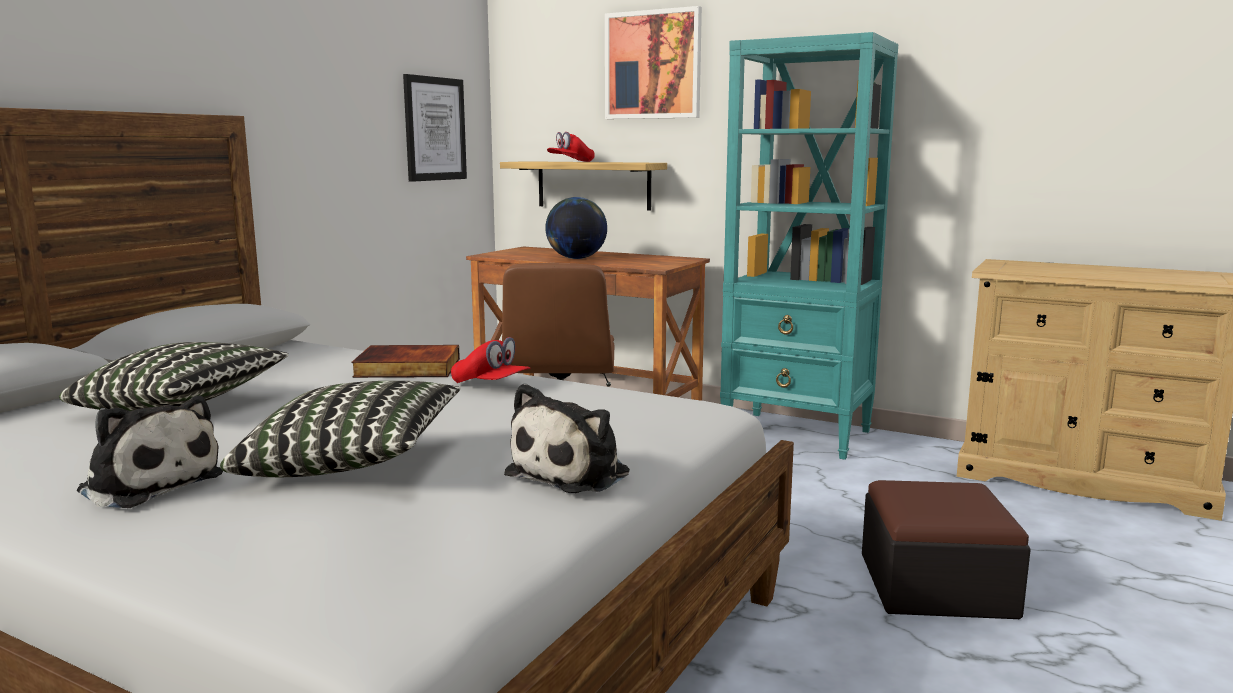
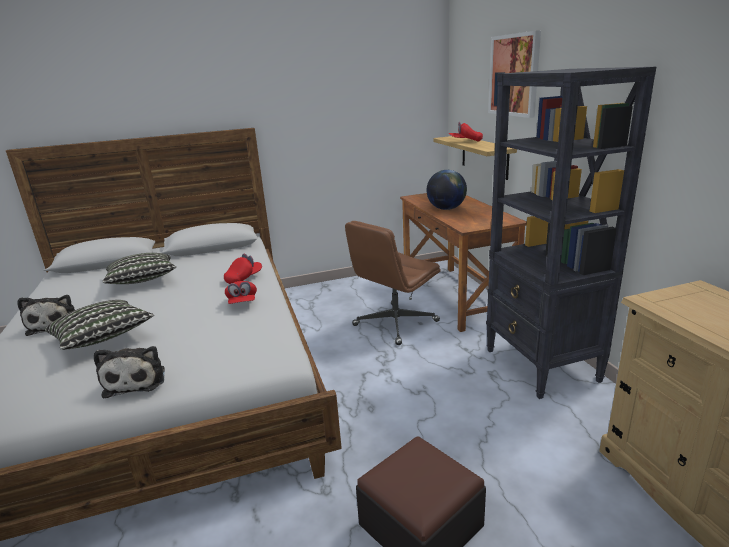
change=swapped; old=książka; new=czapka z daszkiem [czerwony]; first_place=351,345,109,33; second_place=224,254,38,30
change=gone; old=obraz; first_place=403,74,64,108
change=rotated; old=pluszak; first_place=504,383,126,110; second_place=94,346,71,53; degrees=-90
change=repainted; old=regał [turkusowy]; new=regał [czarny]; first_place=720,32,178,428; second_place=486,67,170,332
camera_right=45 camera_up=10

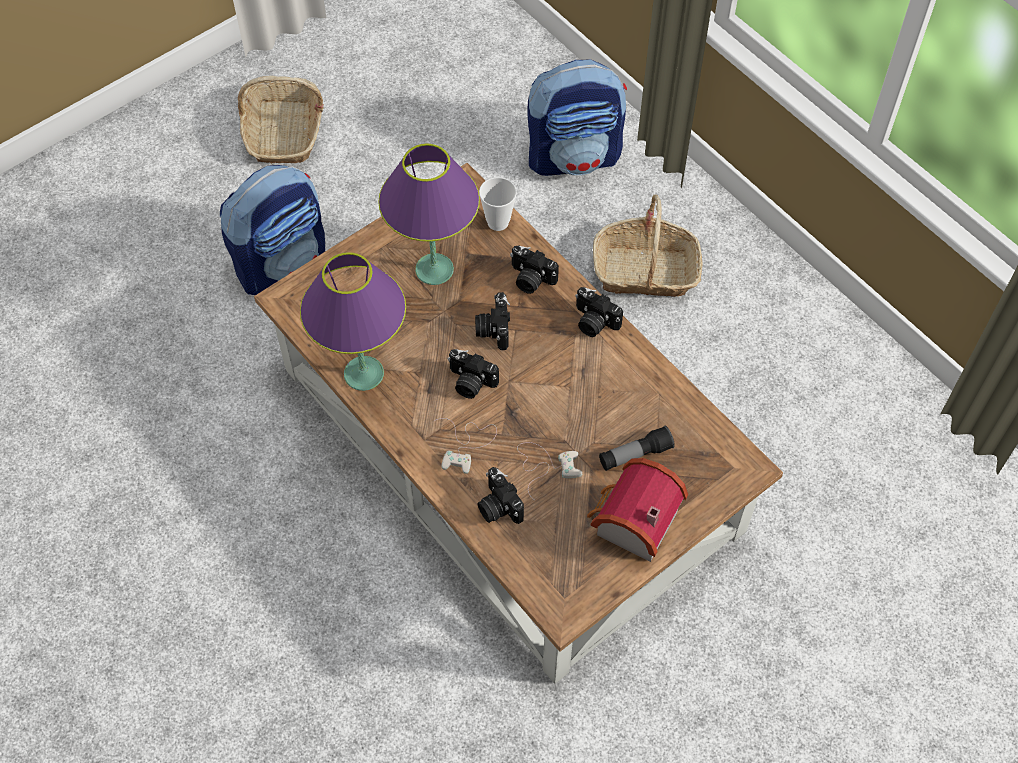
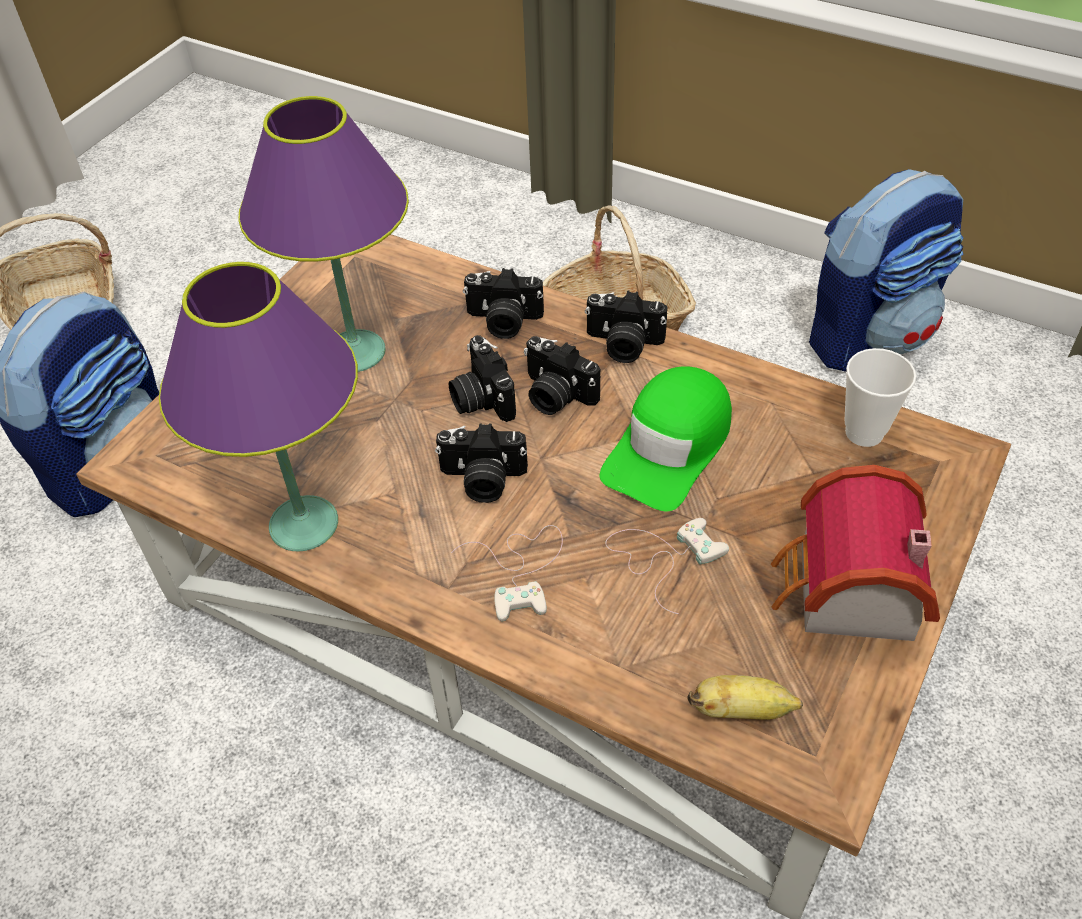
change=shifted; old=aparat fotograficzny; first_place=478,467,46,57; second_place=524,336,76,79
change=shifted; old=filiżanka; first_place=479,177,38,54; second_place=845,348,71,99
change=shifted; old=plecak; first_place=528,60,99,116; second_place=809,169,154,203
change=gone; old=latarka; first_place=599,426,76,45
change=new; new=czapka z daszkiem [zielony]; second_place=600,366,132,146
change=new; new=banan; second_place=687,675,116,45
camera_right=-20 camera_up=-10

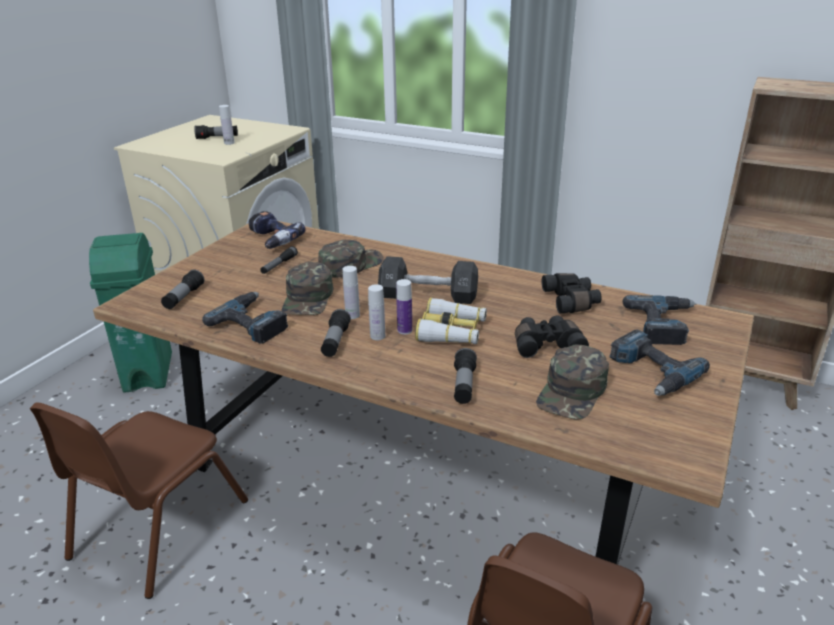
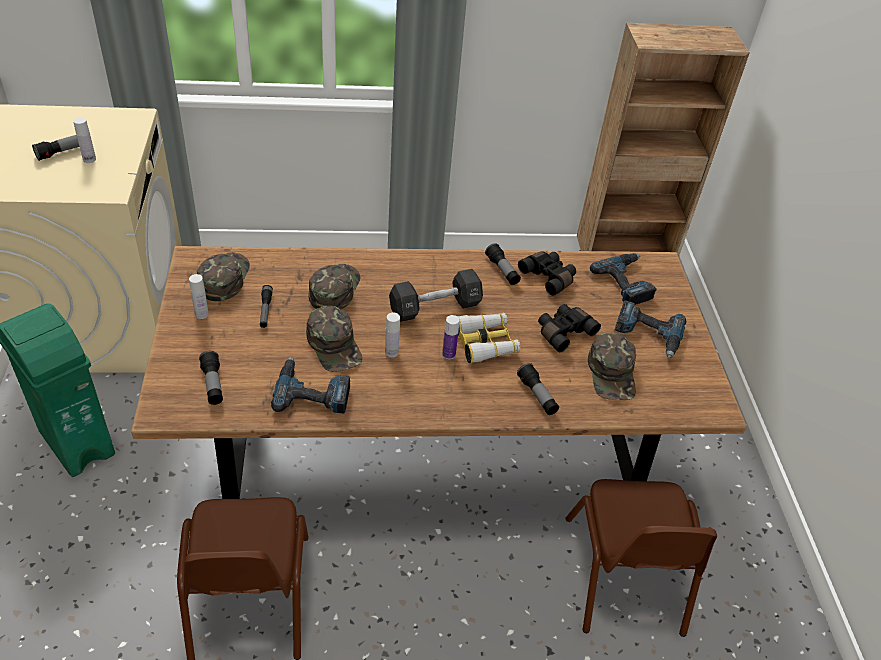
change=swapped; old=wiertarka; new=czapka z daszkiem [zielony]; first_place=249,211,57,38; second_place=197,252,53,49
change=shifted; old=latarka; first_place=321,309,30,48; second_place=485,243,36,42
change=shifted; old=butelka [biały]; first_place=368,284,17,56; second_place=189,274,20,45
camera_right=-35 camera_up=15

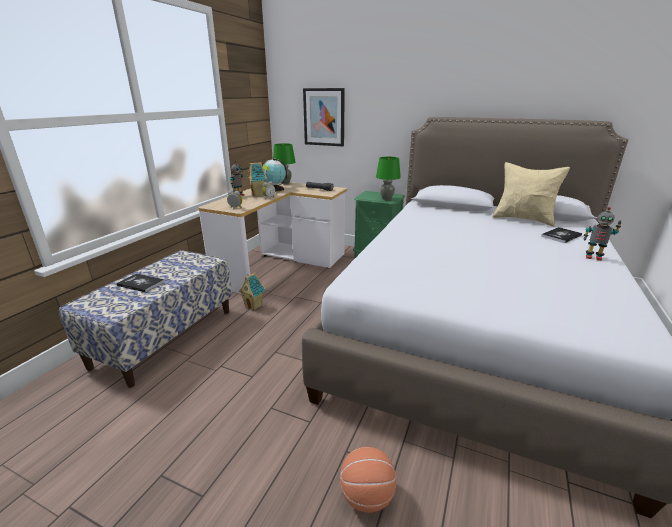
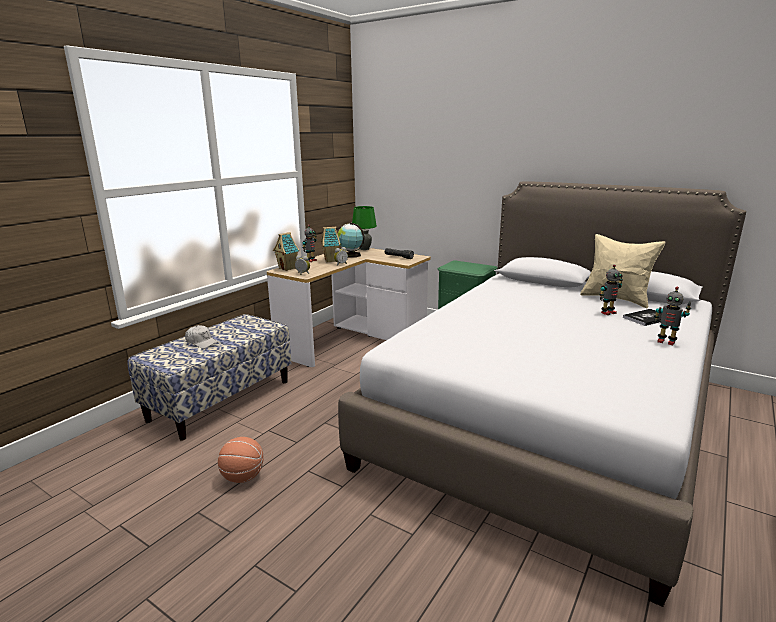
change=swapped; old=książka; new=czapka z daszkiem [biały]; first_place=116,273,49,20; second_place=185,325,34,24
change=shifted; old=domek; first_place=239,272,26,38; second_place=273,232,26,39
change=gone; old=obraz; first_place=303,88,42,58
change=shifted; old=piłka do koszykówki; first_place=340,447,56,66; second_place=218,437,46,46
change=gone; old=lampa stołowa [zielony]; first_place=376,157,25,44
change=new; new=robot zabawkowy; second_place=599,264,24,51
camera_right=10 camera_up=-5

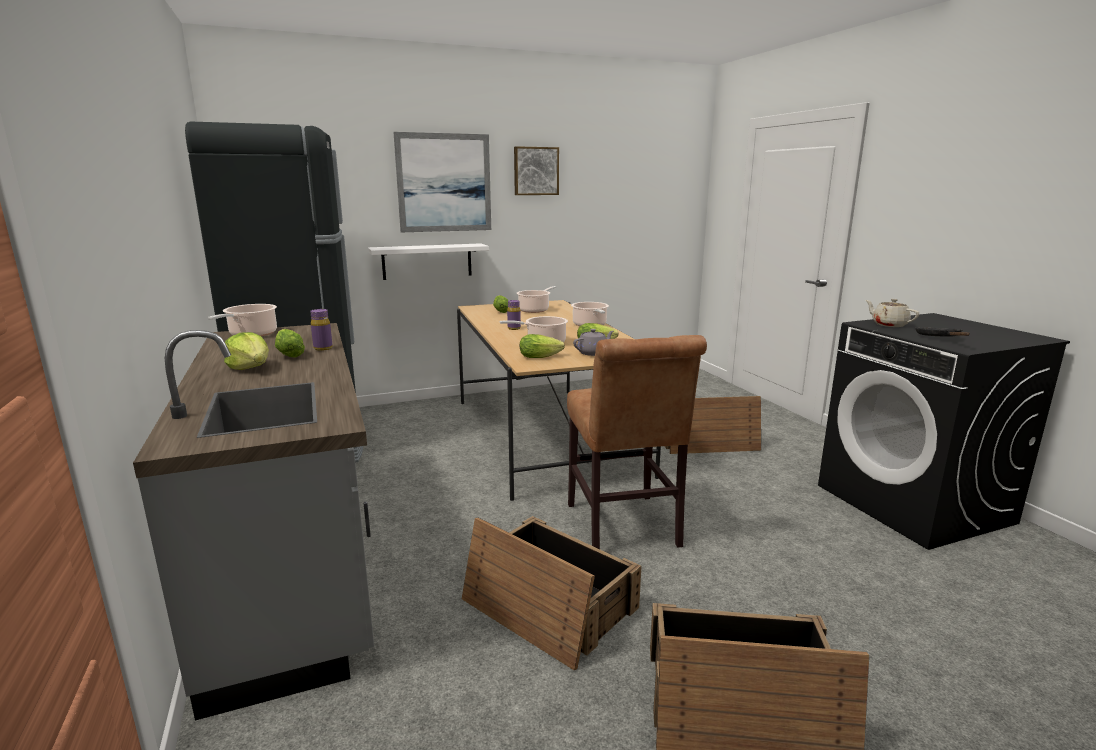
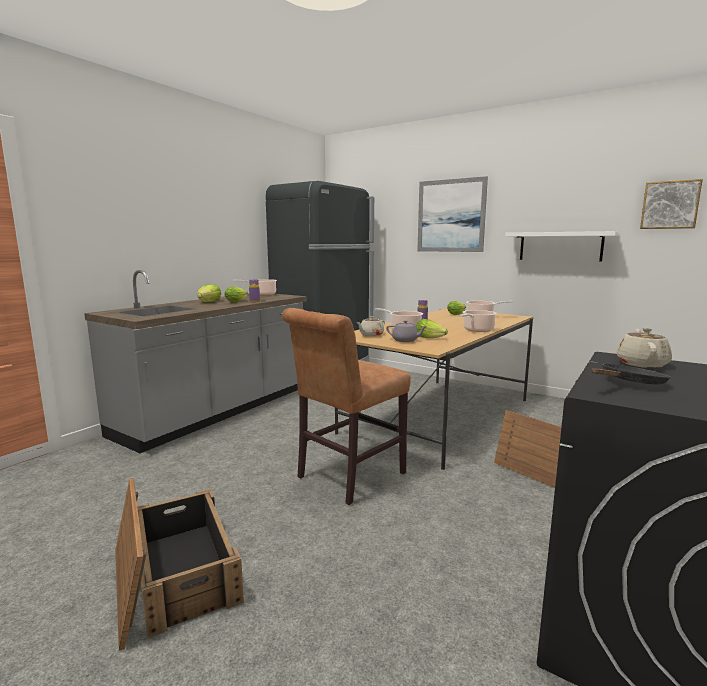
change=shifted; old=półka [biały]; first_place=368,243,121,37; second_place=505,231,113,30
change=gone; old=skrzynka; first_place=462,516,179,155
change=shifted; old=obraz; first_place=514,146,45,49; second_place=640,179,63,50
change=swapped; old=sałata; new=imbryk [beżowy]; first_place=520,334,45,24; second_place=356,316,29,20
camera_right=55 camera_up=-5

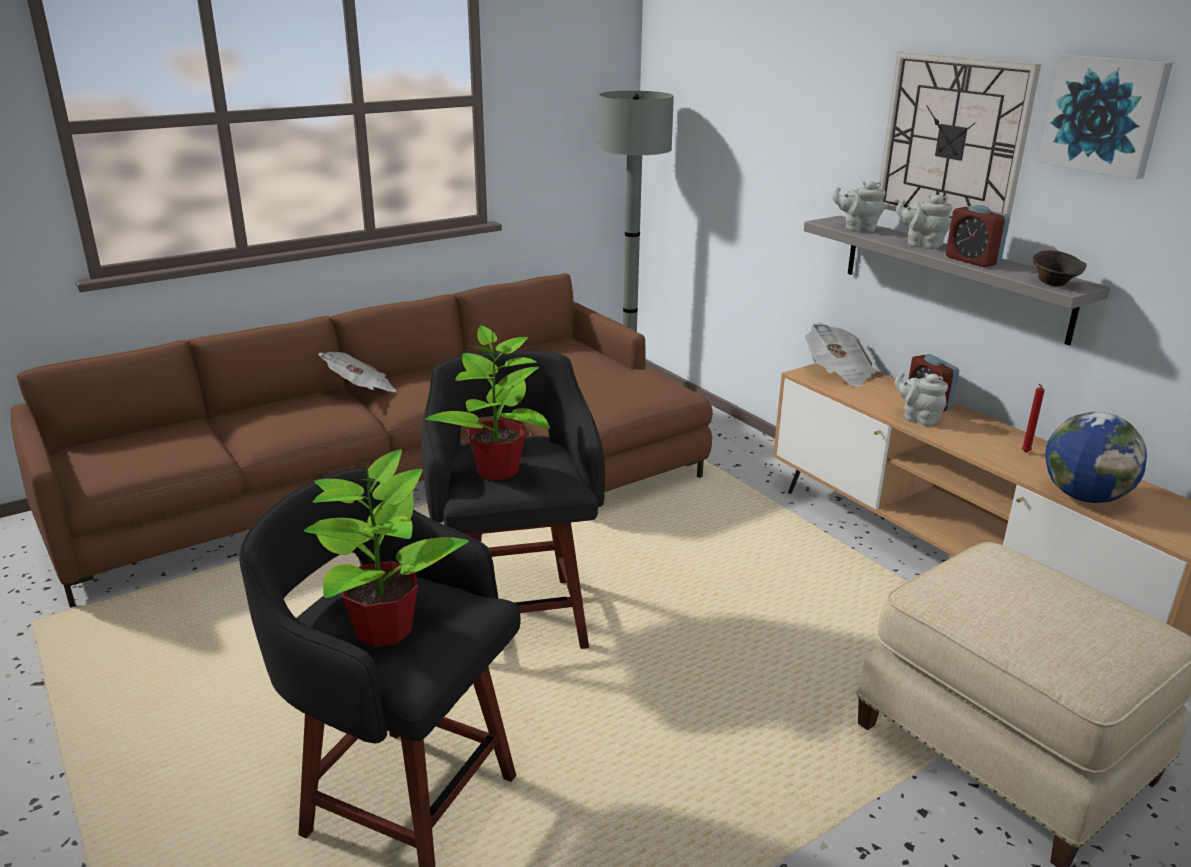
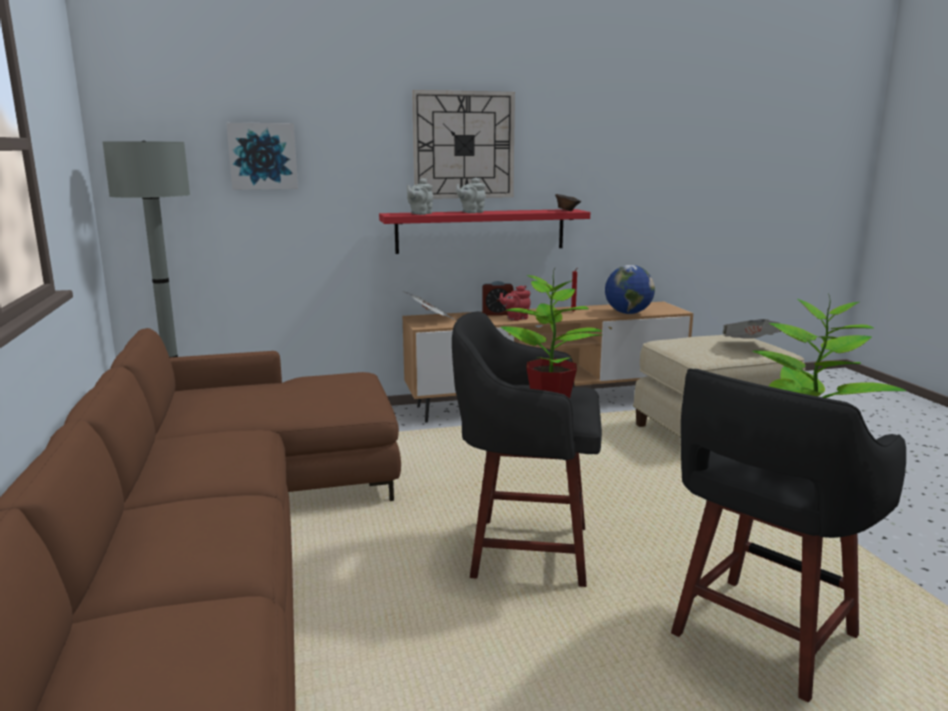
change=shifted; old=gazeta; first_place=318,352,78,40; second_place=723,319,58,20
change=repainted; old=półka [szary]; new=półka [czerwony]; first_place=804,216,306,129; second_place=379,209,211,45
change=repainted; old=imbryk [szary]; new=imbryk [czerwony]; first_place=894,372,54,54; second_place=499,285,32,36
change=gone; old=budzik; first_place=946,205,64,62
change=shifted; old=obraz; first_place=1038,54,135,125; second_place=227,123,71,67
camera_right=-70 camera_up=-10

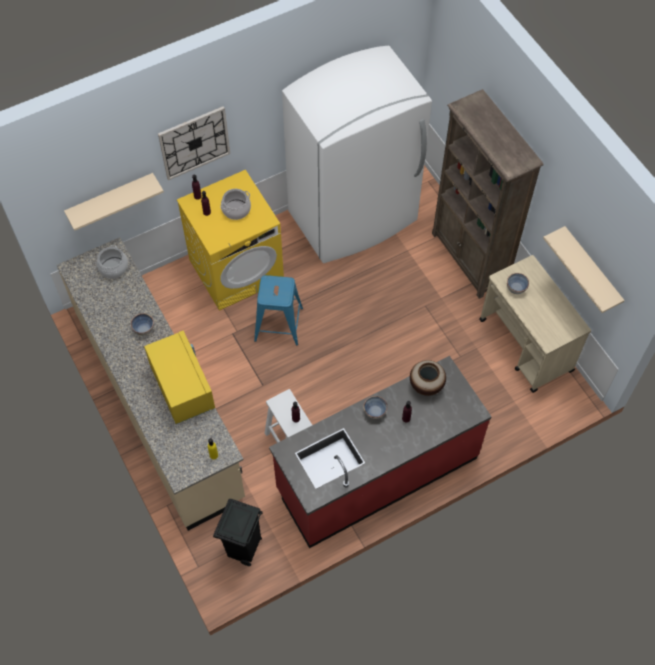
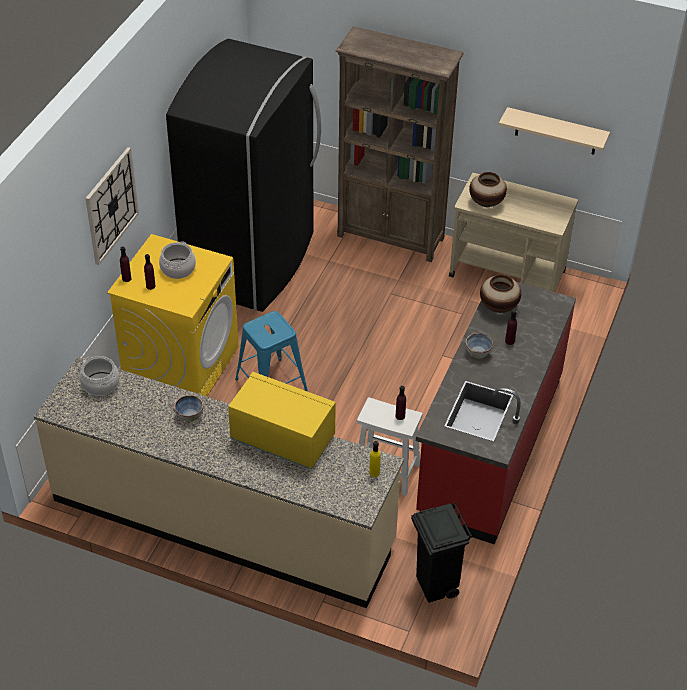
change=gone; old=półka [beżowy]; first_place=64,173,100,58
change=repainted; old=lodówka [biały]; new=lodówka [czarny]; first_place=282,45,150,218; second_place=166,39,155,273
change=swapped; old=miska; new=wazon; first_place=507,273,22,21; second_place=469,172,38,35
camera_right=-40 camera_up=-15

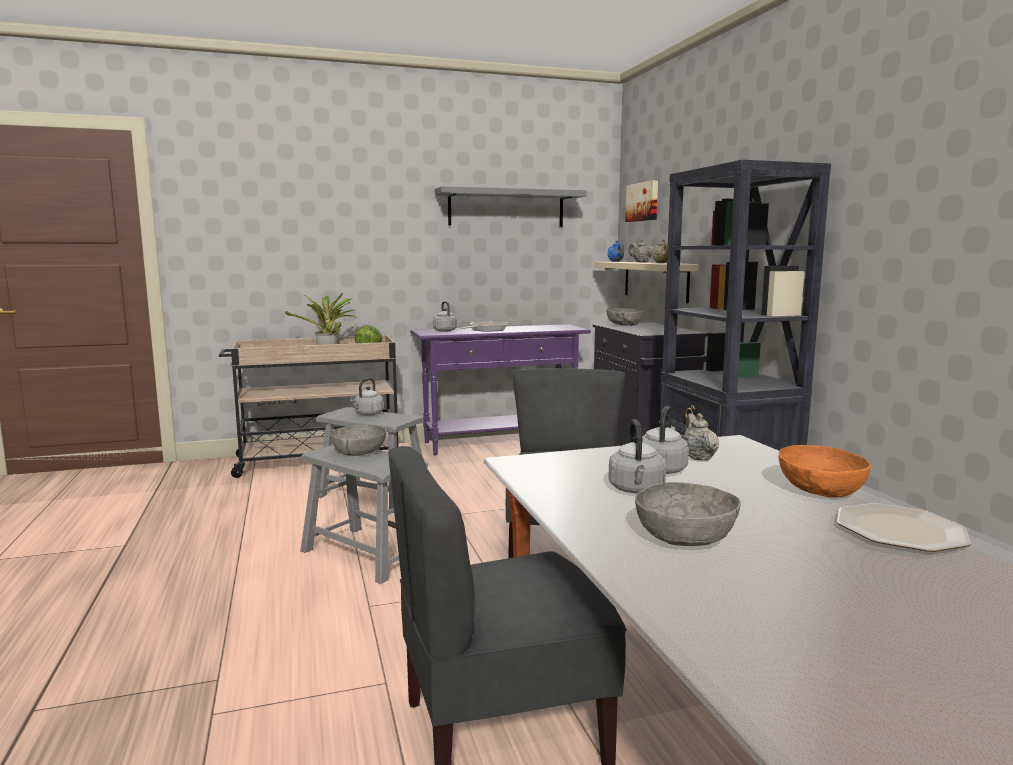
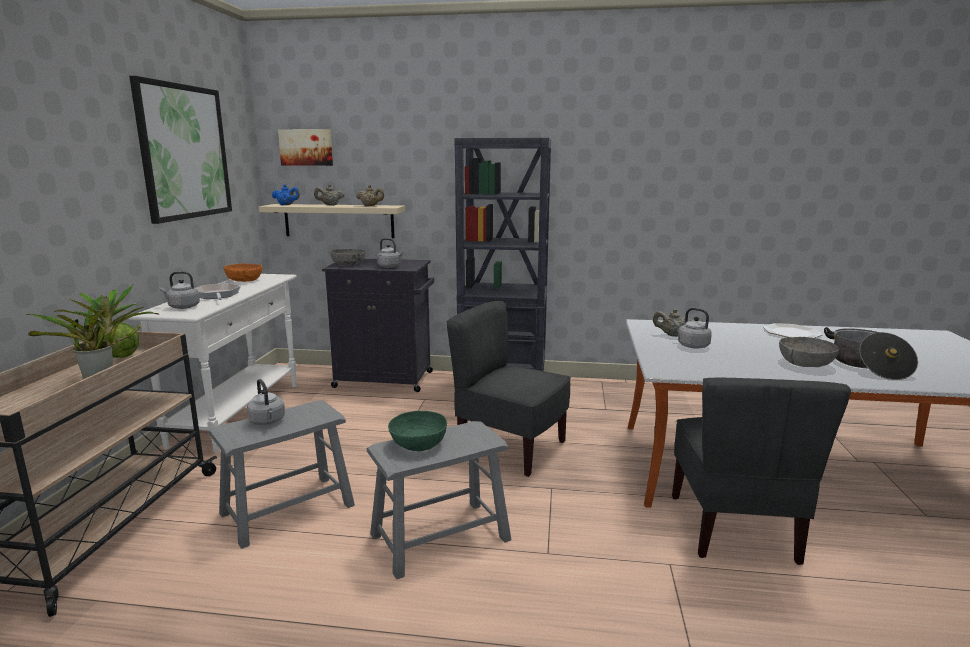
change=repainted; old=miska [szary]; new=miska [zielony]; first_place=330,424,56,32; second_place=388,411,59,40
change=repainted; old=stolik konsolowy [fioletowy]; new=stolik konsolowy [biały]; first_place=410,324,181,131; second_place=128,274,169,179
change=swapped; old=półka [szary]; new=obraz; first_place=435,186,152,41; second_place=129,76,103,148
change=shifted; old=czajnik [szary]; first_place=608,419,58,75; second_place=377,238,27,30
change=shifted; old=miska [pomarańczowy]; first_place=778,445,93,53; second_place=224,264,38,18
change=new; new=garnek; second_place=824,327,94,53
camera_right=-65 camera_up=5

